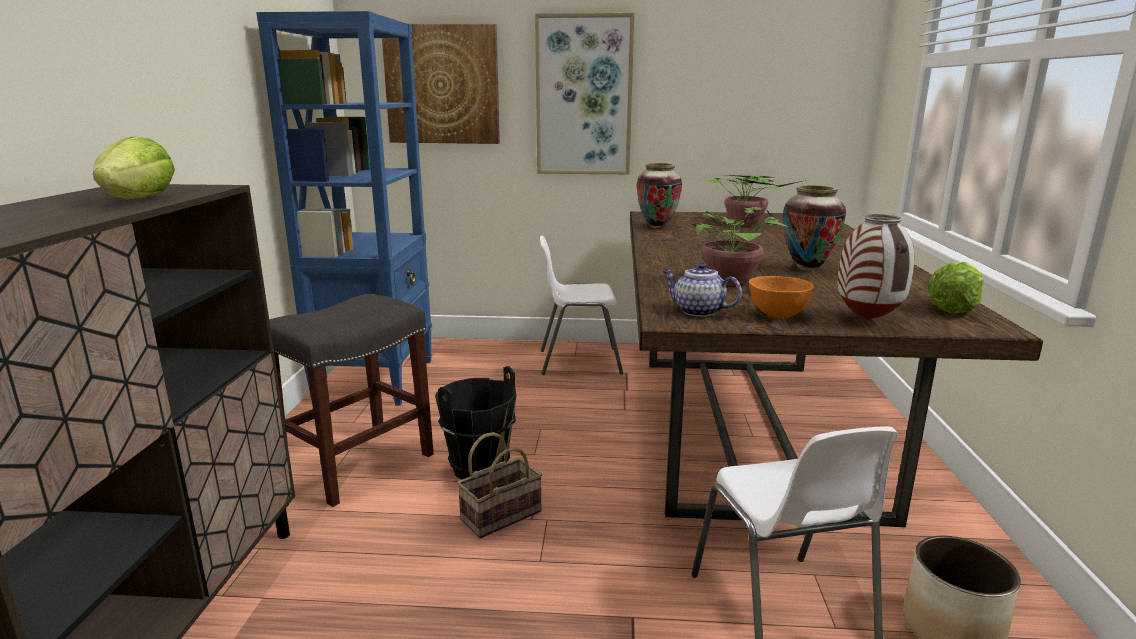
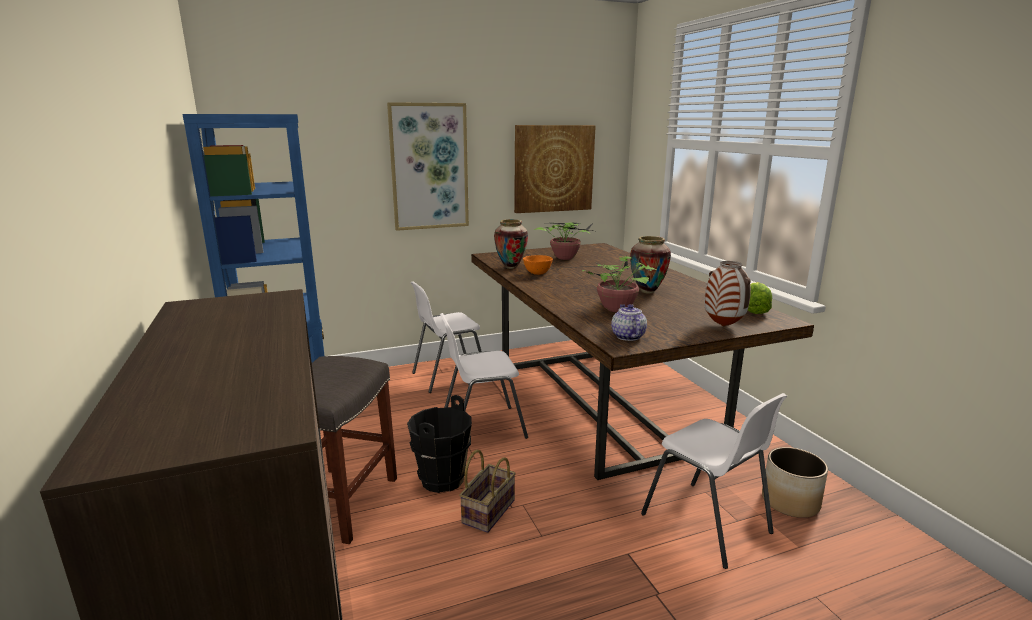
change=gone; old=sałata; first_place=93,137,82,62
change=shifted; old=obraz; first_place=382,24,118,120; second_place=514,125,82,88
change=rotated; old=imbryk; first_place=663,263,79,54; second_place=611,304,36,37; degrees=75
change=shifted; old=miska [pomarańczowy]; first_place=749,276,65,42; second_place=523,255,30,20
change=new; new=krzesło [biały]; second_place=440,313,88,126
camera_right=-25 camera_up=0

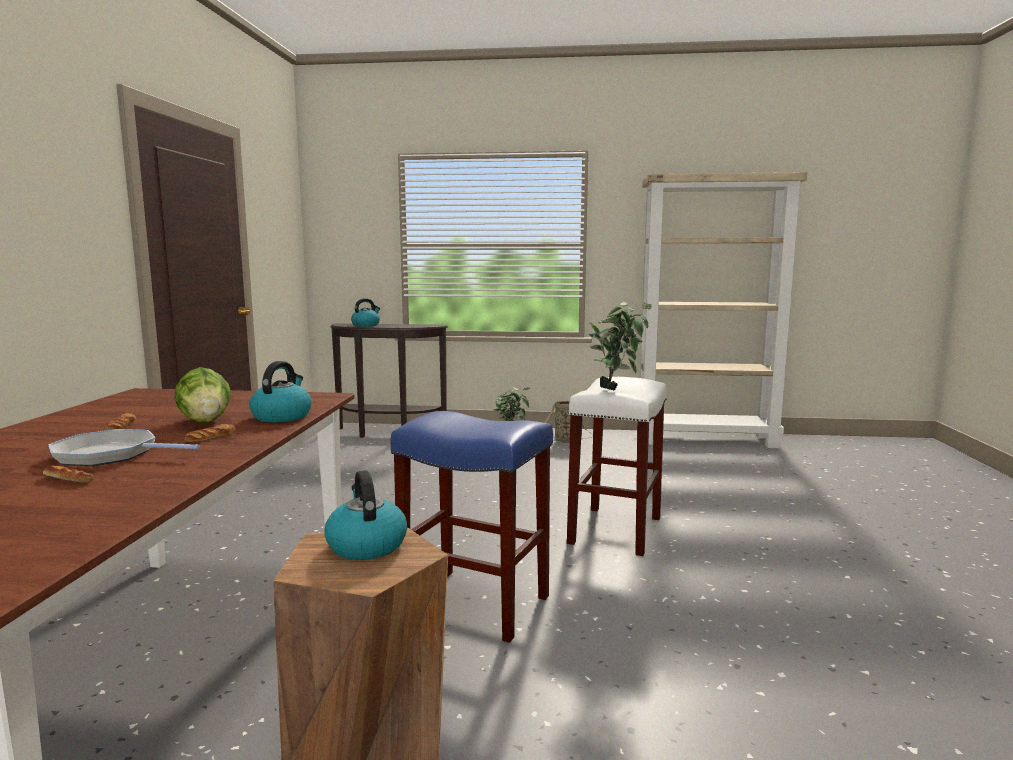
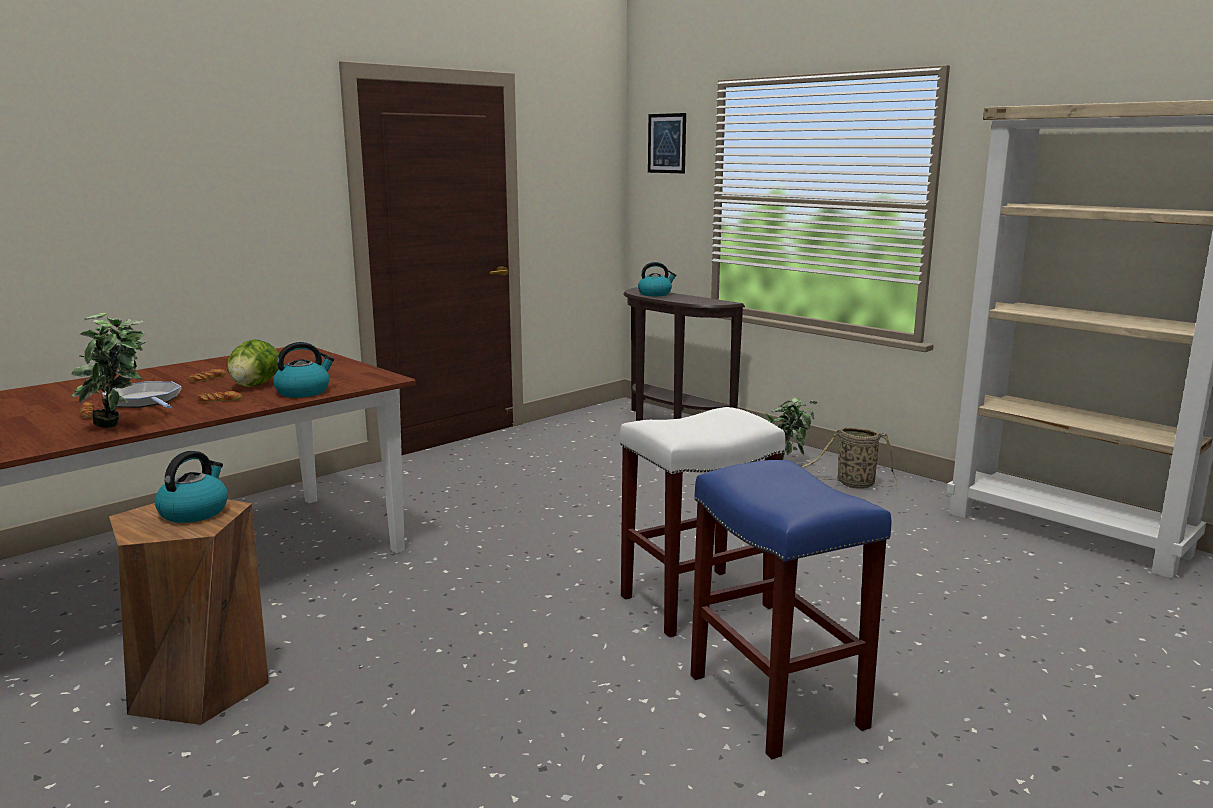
change=shifted; old=stołek [niebieski]; first_place=391,411,162,232; second_place=691,460,201,300
change=shifted; old=roślina doniczkowa; first_place=588,302,64,89; second_place=71,313,76,115
change=new; new=obraz; second_place=648,113,38,60
camera_right=40 camera_up=5

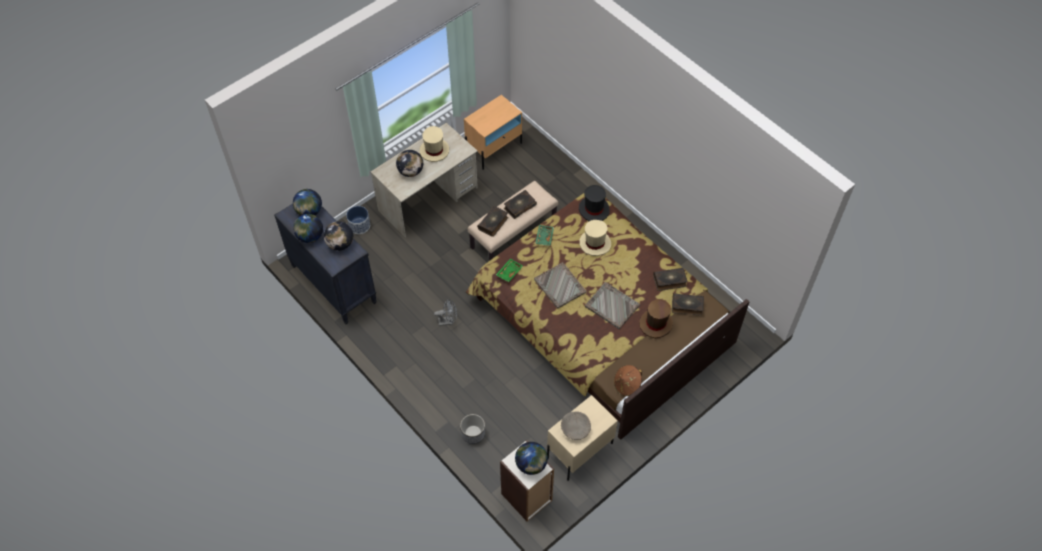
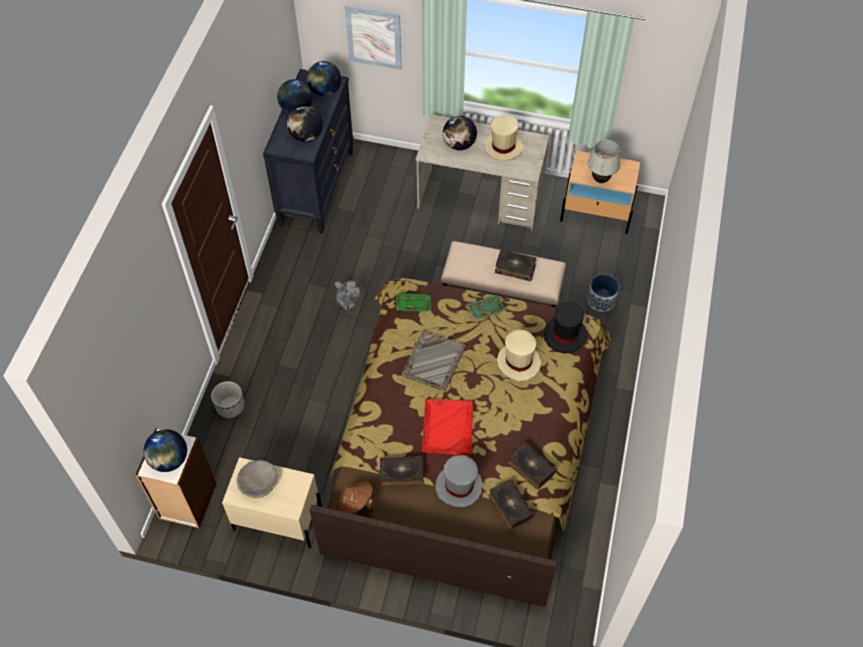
change=shifted; old=donica; first_place=346,206,24,28; second_place=587,274,32,38
change=shifted; old=książka; first_place=477,206,31,31; second_place=380,456,43,31
change=repainted; old=taca [szary]; new=taca [czerwony]; first_place=585,282,55,47; second_place=422,399,51,56
change=repainted; old=kapelusz [brązowy]; new=kapelusz [szary]; first_place=639,299,34,40; second_place=435,456,48,52
change=new; new=obraz; second_place=345,5,57,65
change=new; new=lampa stołowa [biały]; second_place=588,140,32,43
camera_right=55 camera_up=0

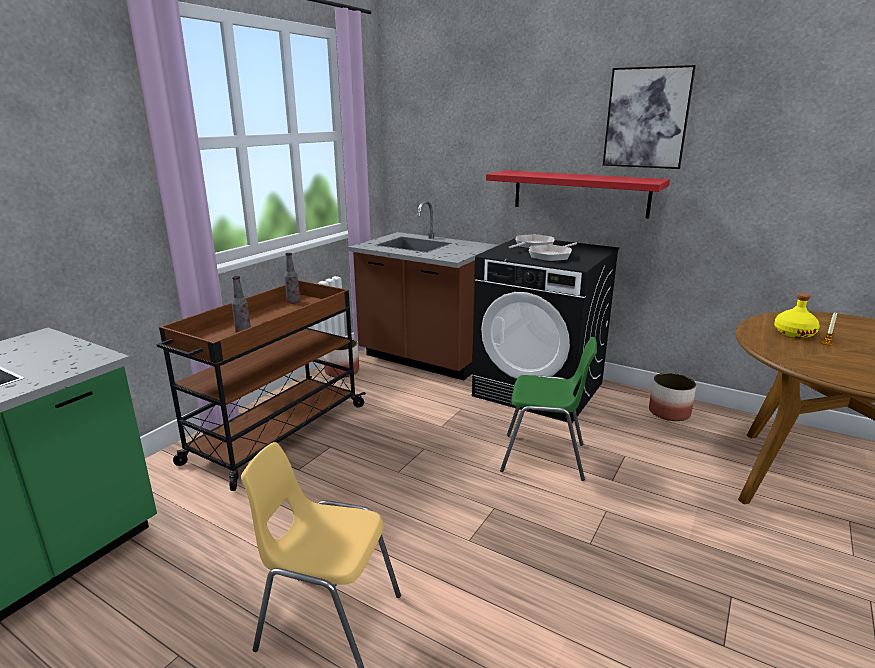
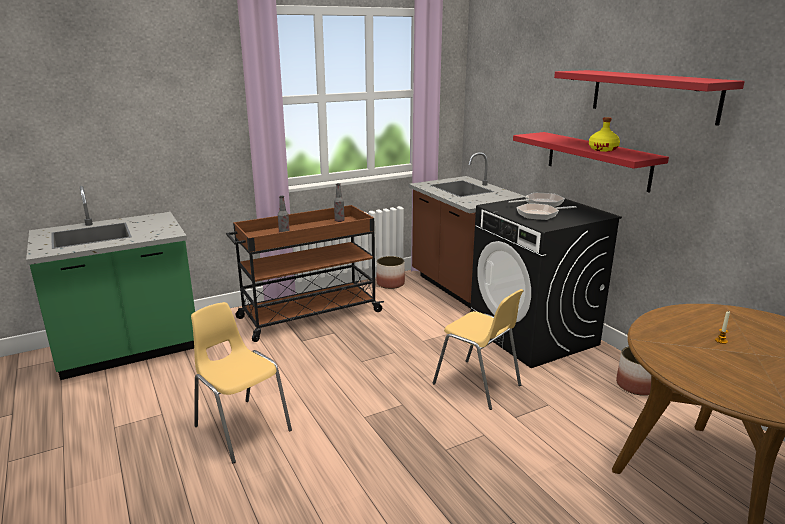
change=repainted; old=krzesło [zielony]; new=krzesło [żółty]; first_place=500,337,97,144; second_place=433,289,91,121
change=swapped; old=obraz; new=półka [czerwony]; first_place=603,65,93,104; second_place=554,70,191,56
change=shifted; old=butelka [żółty]; first_place=774,293,46,45; second_place=589,117,31,35
camera_right=30 camera_up=0

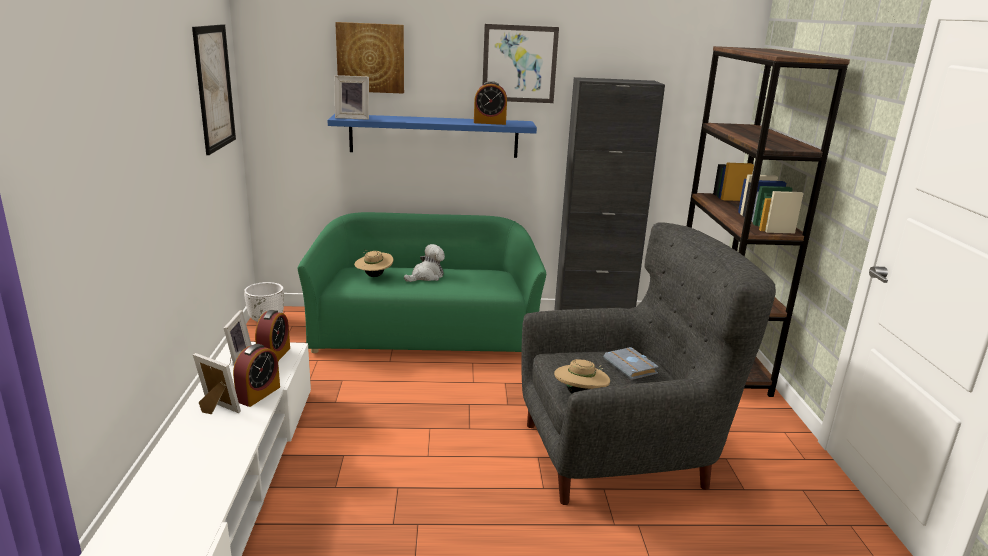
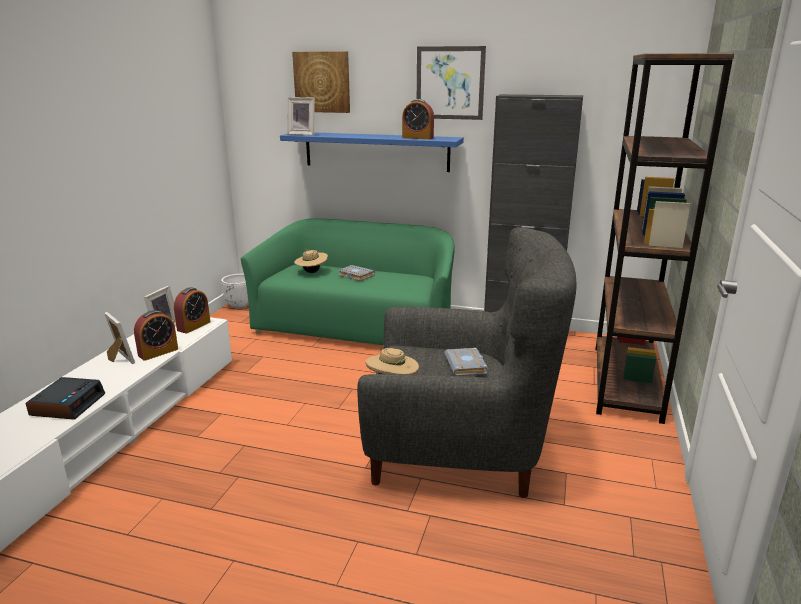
change=gone; old=obraz; first_place=192,24,44,131
change=swapped; old=pluszak; new=książka [szary]; first_place=404,244,41,38; second_place=338,265,37,16
change=new; new=budzik; second_place=26,377,79,43
camera_right=20 camera_up=0

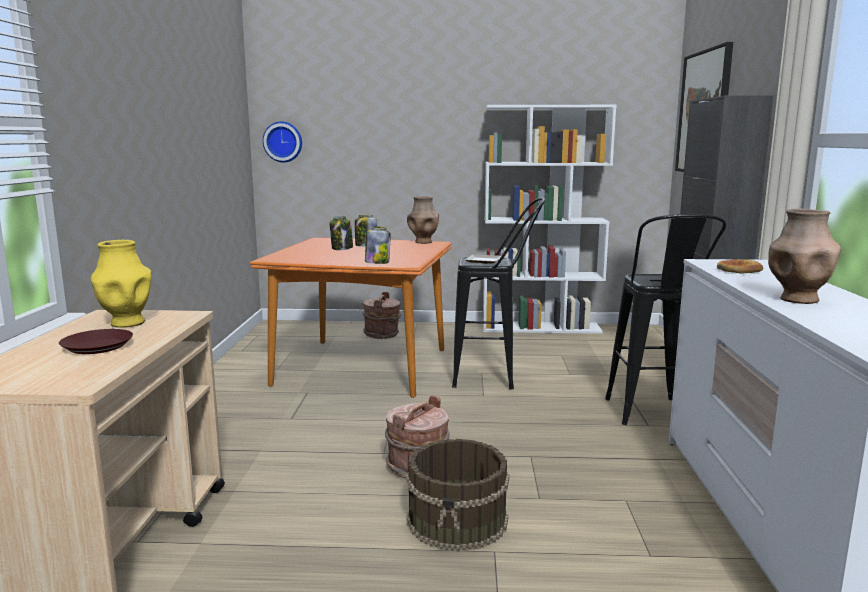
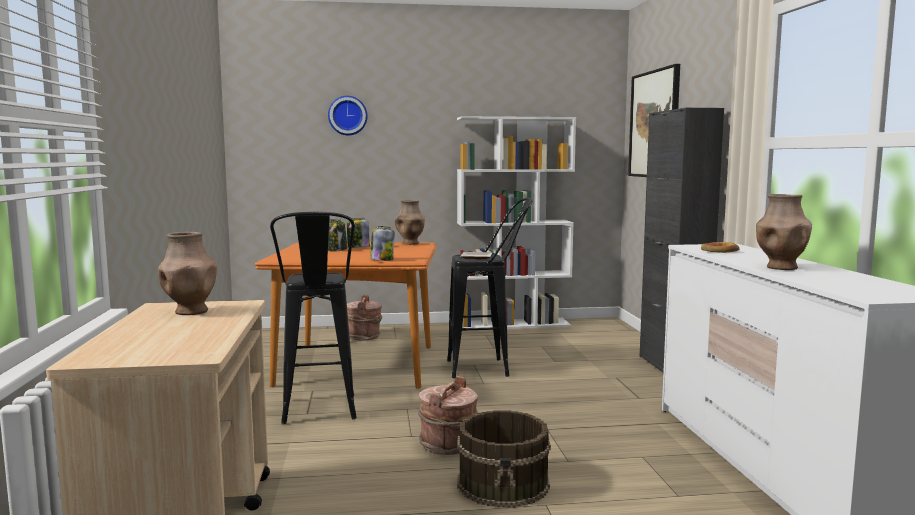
change=gone; old=talerz [brązowy]; first_place=59,329,74,25
change=repainted; old=wazon [żółty]; new=wazon [brązowy]; first_place=90,240,61,88; second_place=158,232,59,83
change=shifted; old=zegar ścienny; first_place=263,121,39,42; second_place=328,96,40,39
change=shifted; old=stołek [czarny]; first_place=605,214,121,211; second_place=270,212,87,212
camera_right=-10 camera_up=-5

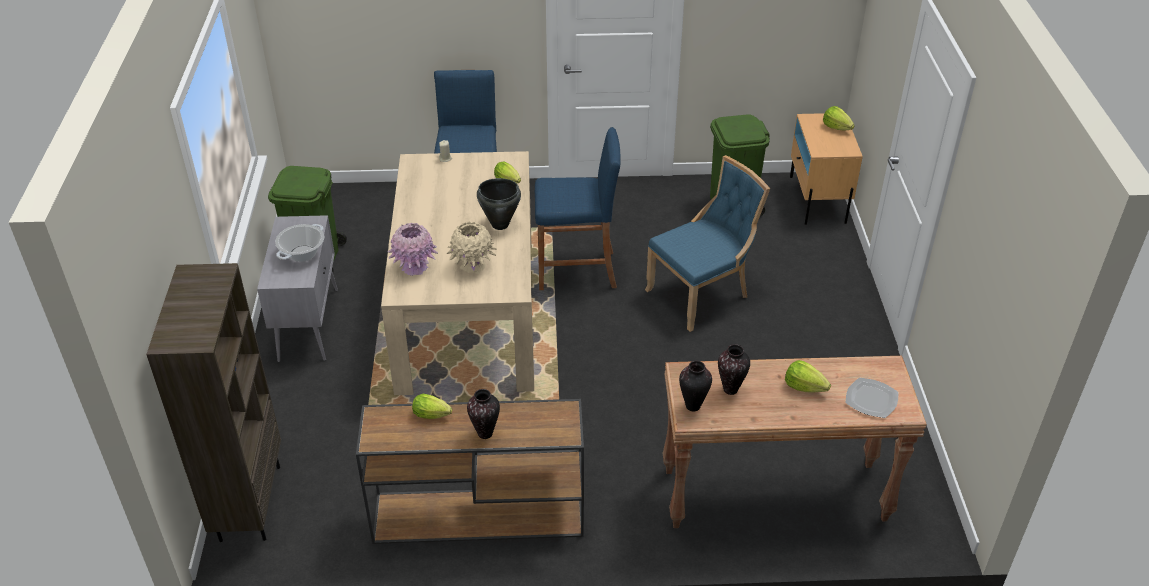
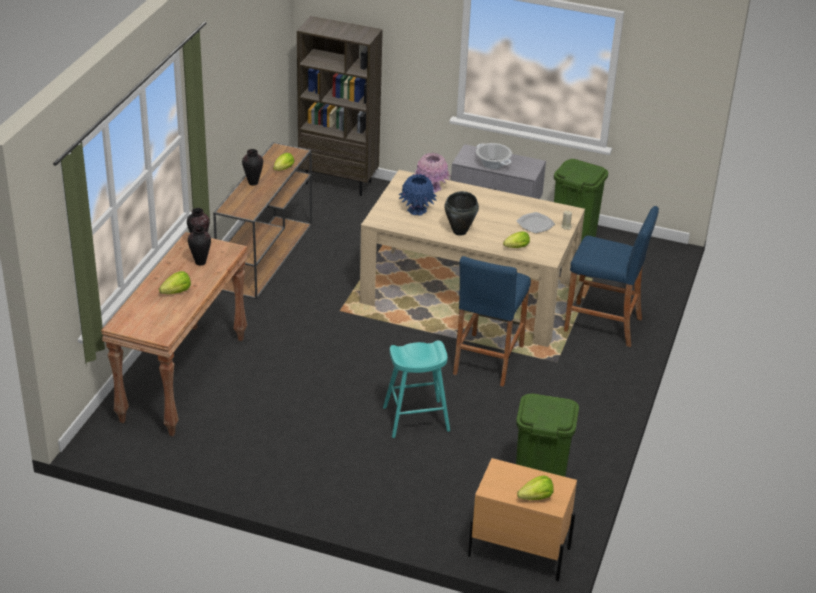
change=repainted; old=wazon [beżowy]; new=wazon [niebieski]; first_place=446,221,51,53; second_place=399,174,38,41
change=swapped; old=krzesło [niebieski]; new=stołek [turkusowy]; first_place=645,155,125,177; second_place=383,340,67,98
change=shifted; old=talerz; first_place=846,378,52,40; second_place=517,212,38,21
camera_right=110 camera_up=-5

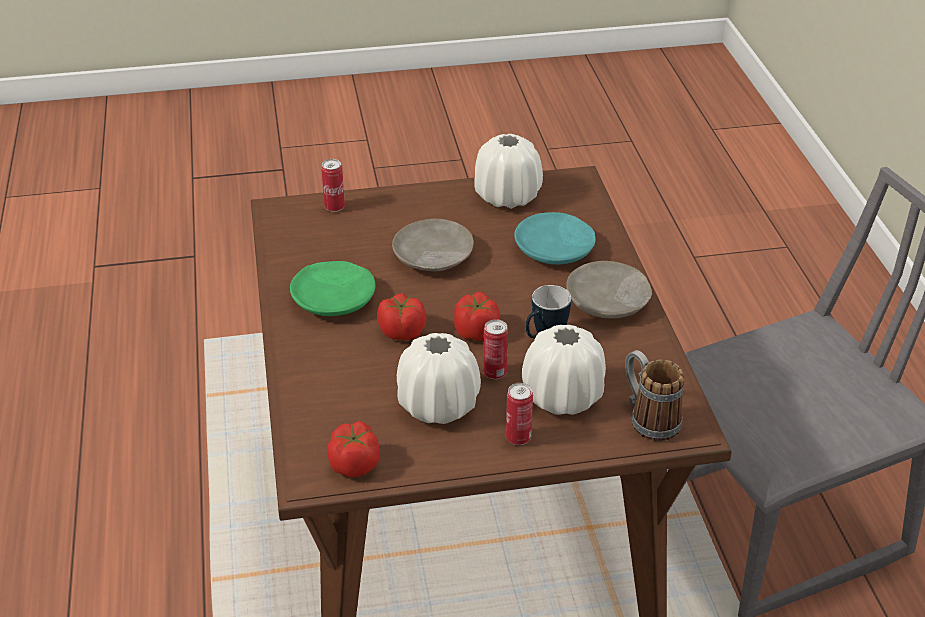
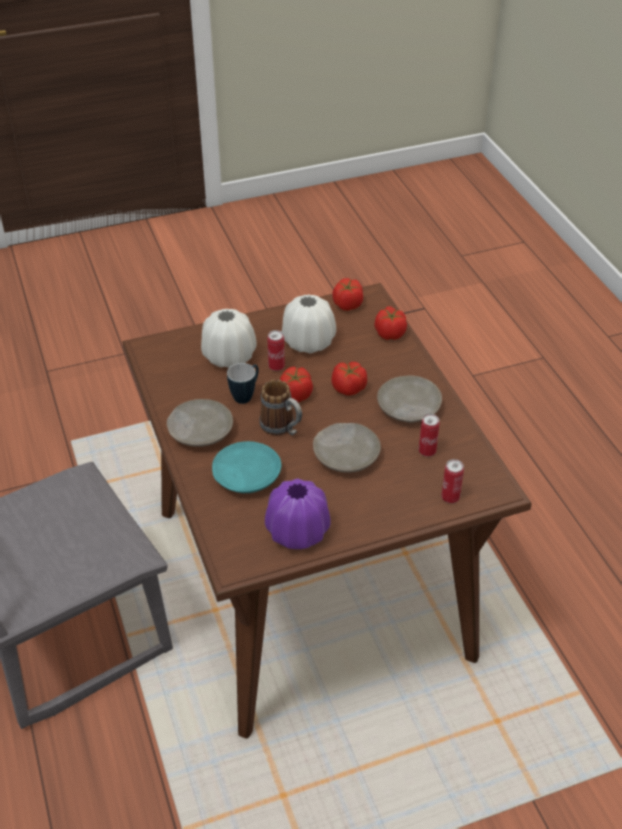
change=repainted; old=talerz [zielony]; new=talerz [beżowy]; first_place=290,261,86,55; second_place=377,376,65,47
change=repainted; old=wazon [biały]; new=wazon [fioletowy]; first_place=474,134,69,75; second_place=265,478,66,71
change=shifted; old=puszka; first_place=506,383,27,62; second_place=419,414,21,43
change=shifted; old=kubek; first_place=625,350,59,91; second_place=259,380,43,55
change=new; new=pomidor; second_place=375,306,32,34
camera_right=170 camera_up=5

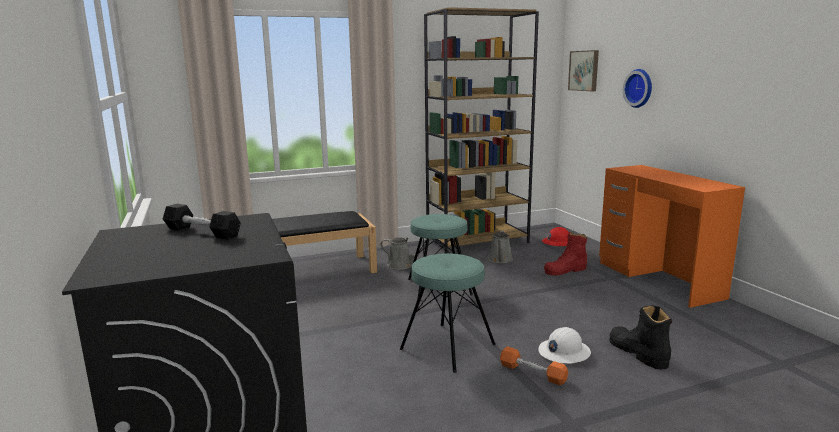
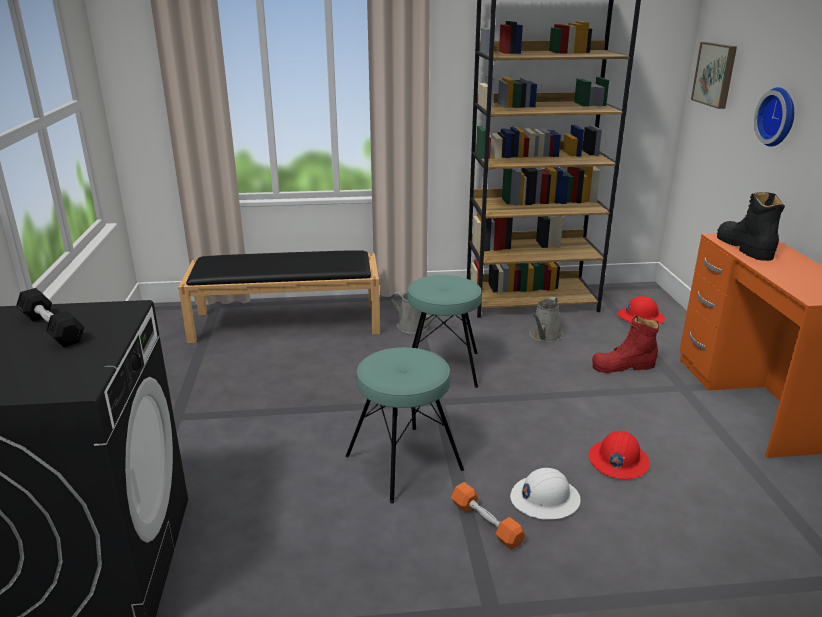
change=shifted; old=but z cholewką [czarny]; first_place=609,305,63,64; second_place=717,192,68,69
change=new; new=kask [czerwony]; second_place=588,431,62,48
camera_right=15 camera_up=10

